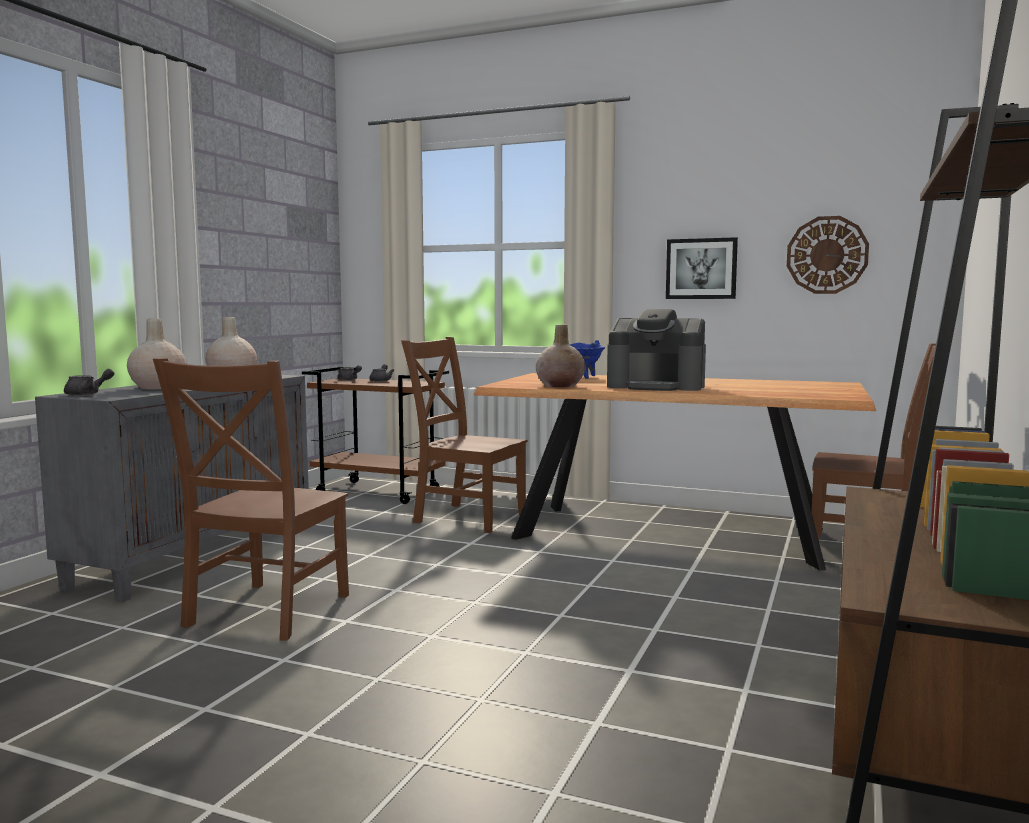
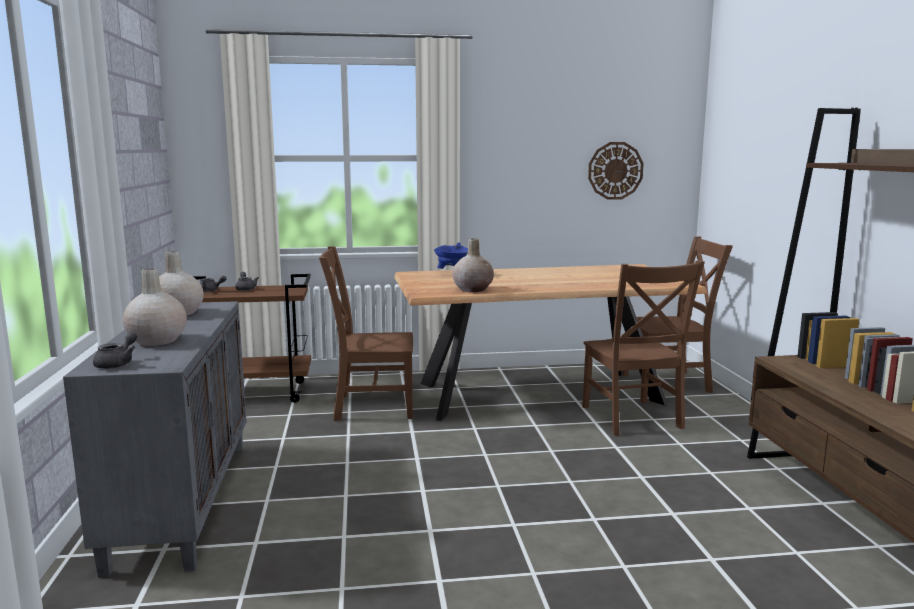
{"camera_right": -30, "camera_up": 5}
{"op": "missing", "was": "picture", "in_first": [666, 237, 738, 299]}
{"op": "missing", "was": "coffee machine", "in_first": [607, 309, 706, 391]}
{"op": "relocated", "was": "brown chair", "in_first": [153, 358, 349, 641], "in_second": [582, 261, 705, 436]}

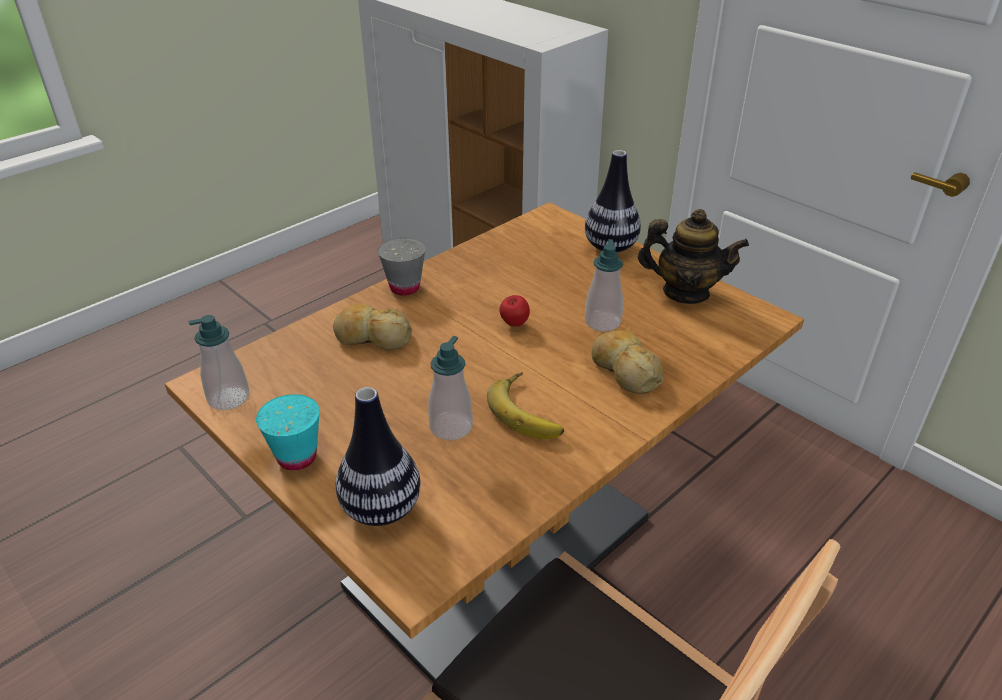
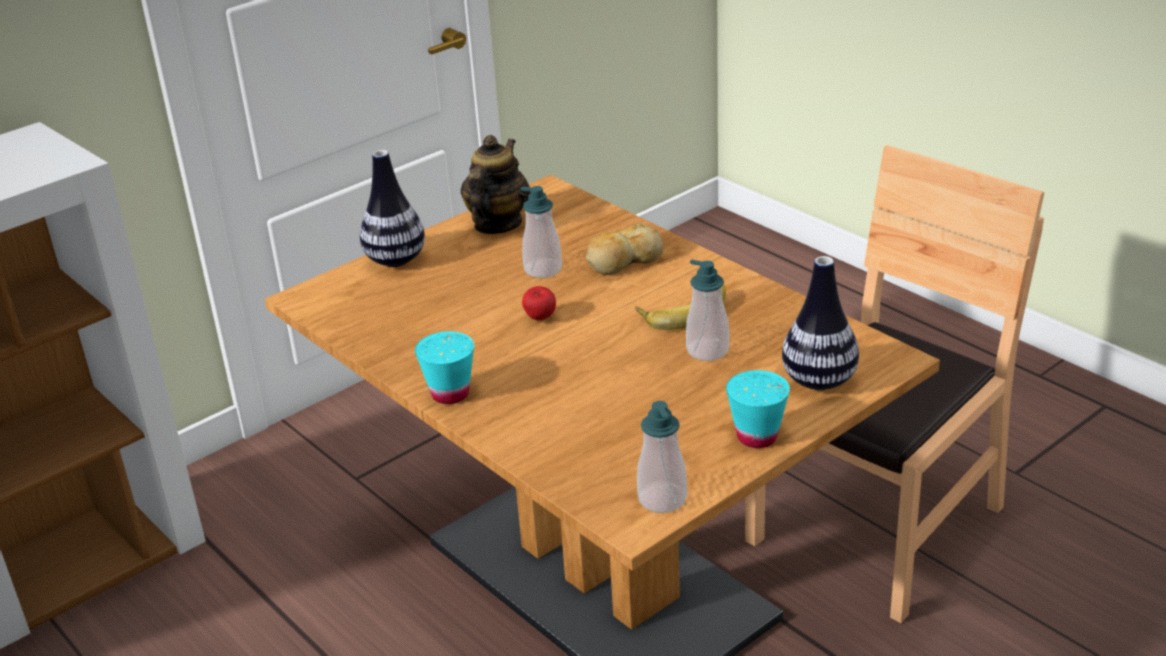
{"camera_right": -85, "camera_up": -5}
{"op": "colour", "was": "grey cup", "now": "turquoise cup", "in_first": [378, 238, 426, 296], "in_second": [415, 331, 474, 404]}
{"op": "missing", "was": "bread", "in_first": [333, 304, 413, 351]}

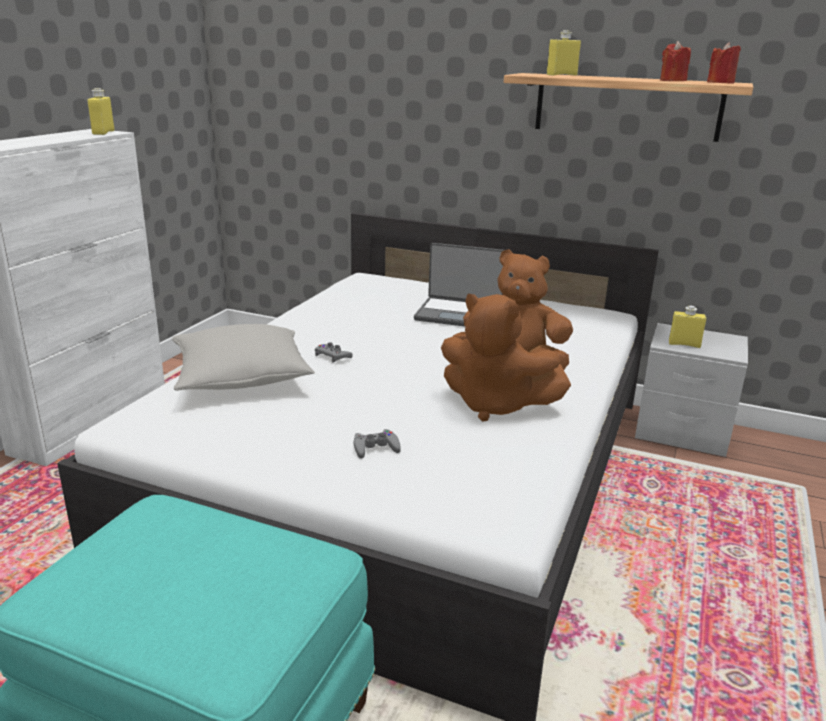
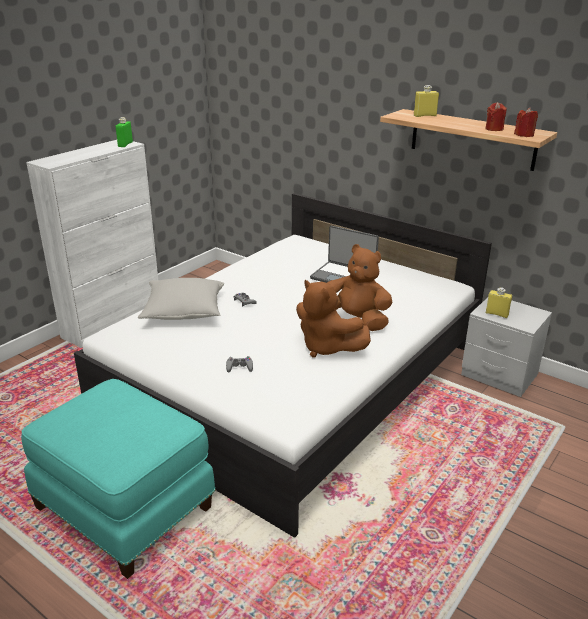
{"camera_right": 15, "camera_up": 5}
{"op": "colour", "was": "yellow bottle", "now": "green bottle", "in_first": [87, 88, 114, 135], "in_second": [116, 117, 133, 147]}

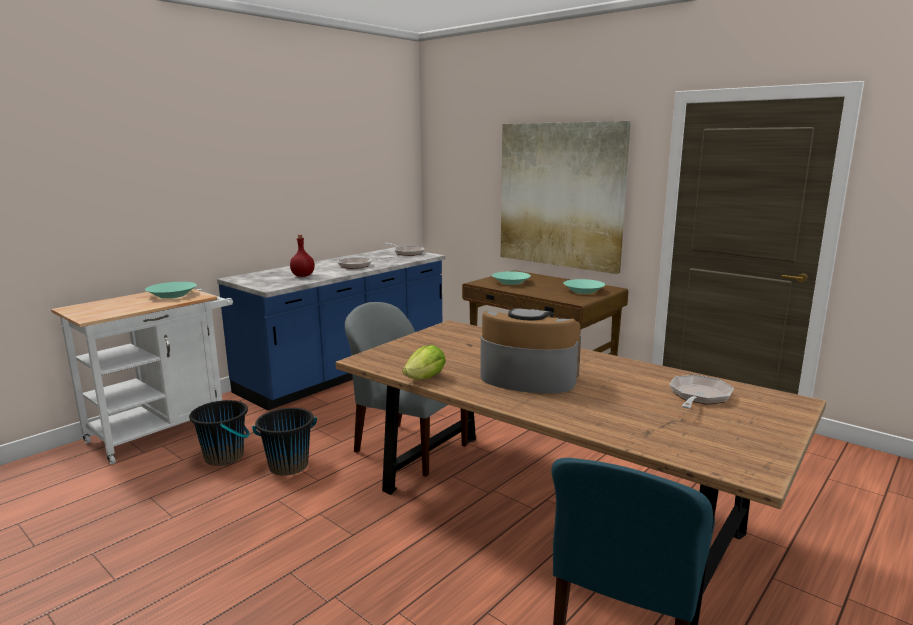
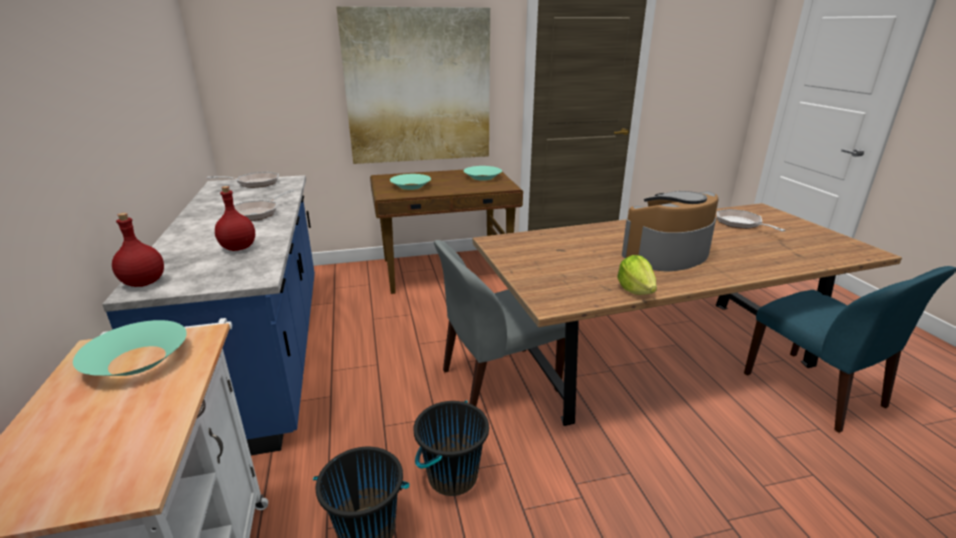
{"camera_right": -55, "camera_up": 10}
{"op": "appeared", "now": "red bottle", "in_second": [112, 213, 164, 287]}

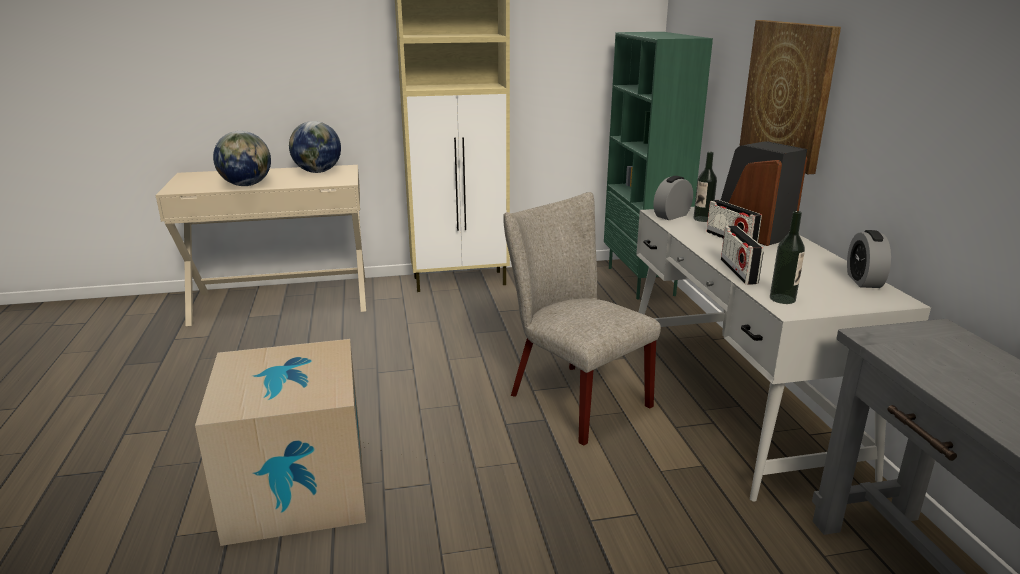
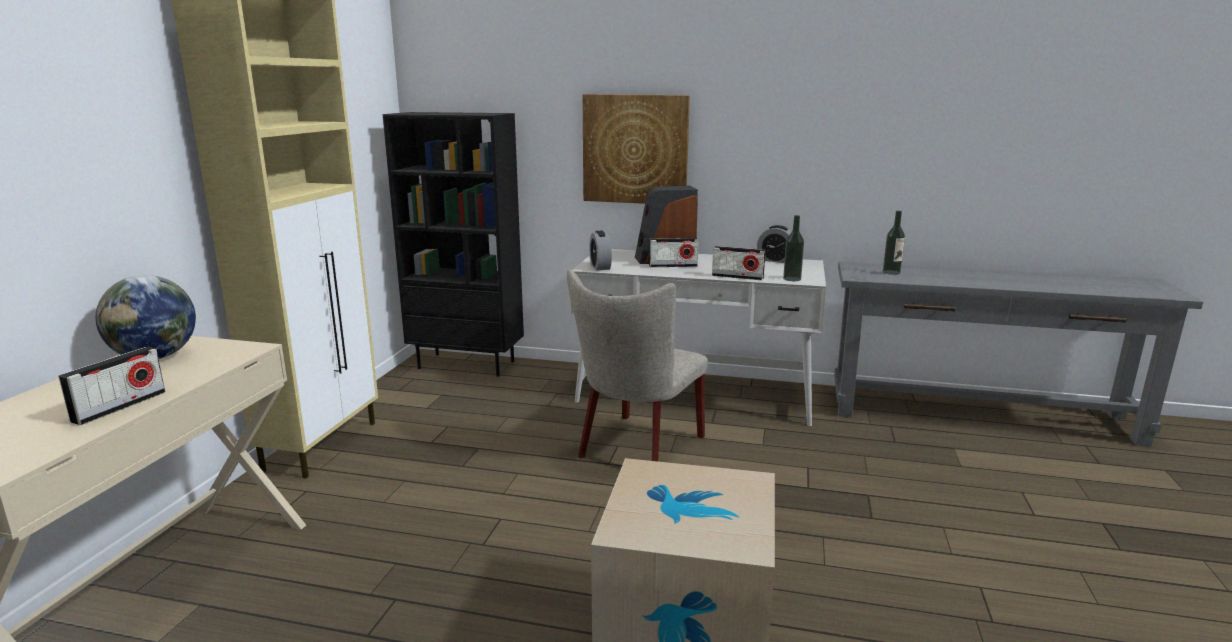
{"camera_right": -65, "camera_up": -5}
{"op": "colour", "was": "green bookcase", "now": "black bookcase", "in_first": [604, 32, 713, 299], "in_second": [383, 112, 524, 377]}
{"op": "exchanged", "was": "globe", "now": "radio", "in_first": [213, 131, 271, 186], "in_second": [58, 347, 165, 425]}
{"op": "relocated", "was": "bottle", "in_first": [694, 152, 717, 222], "in_second": [883, 211, 905, 275]}
{"op": "spun", "was": "beige chair", "in_first": [503, 192, 661, 446], "in_second": [567, 269, 708, 462], "clockwise": -45}

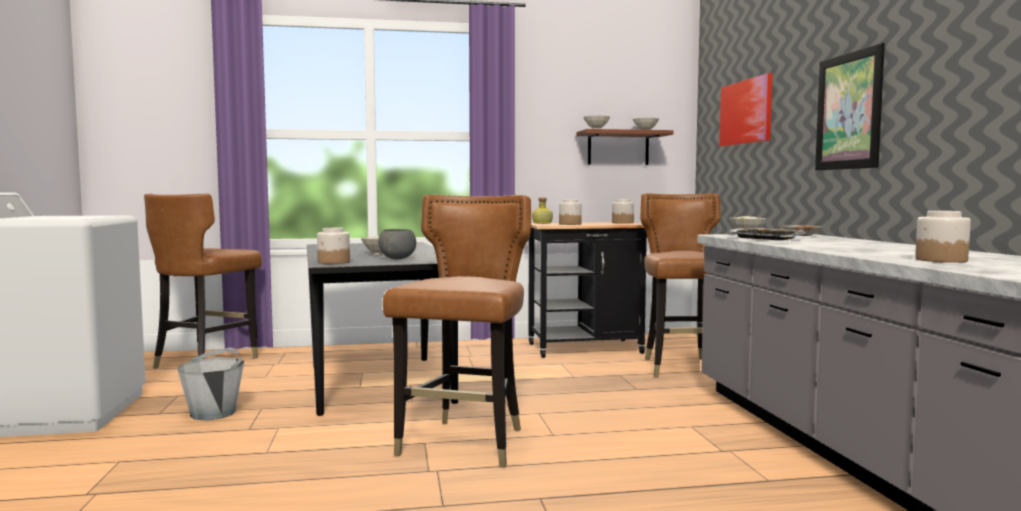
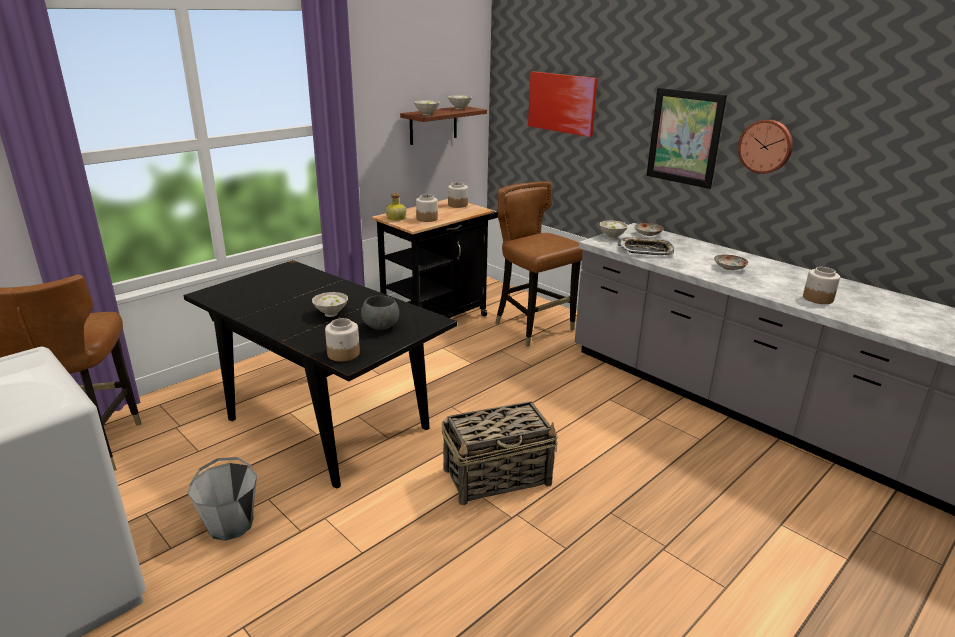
{"camera_right": -35, "camera_up": 20}
{"op": "exchanged", "was": "brown chair", "now": "basket", "in_first": [383, 195, 531, 468], "in_second": [442, 401, 558, 505]}
{"op": "appeared", "now": "wall clock", "in_second": [738, 119, 793, 174]}
{"op": "appeared", "now": "plate", "in_second": [714, 255, 748, 270]}

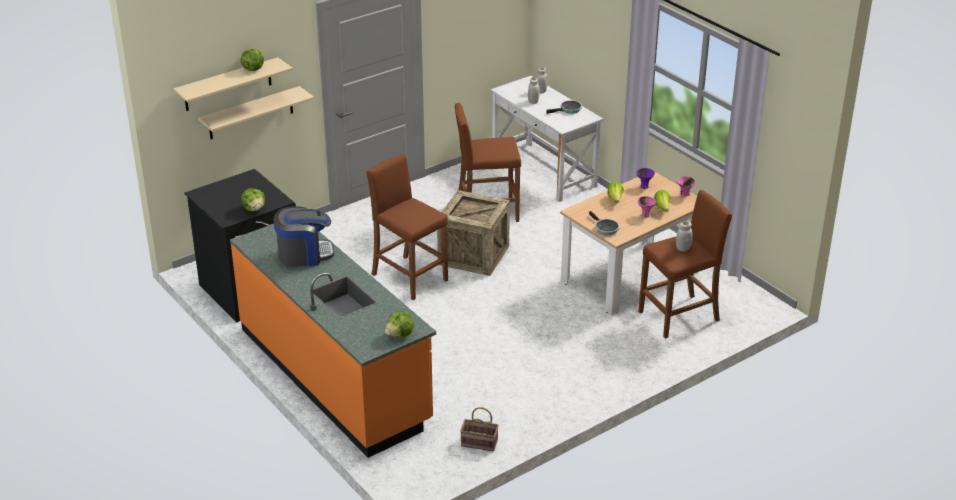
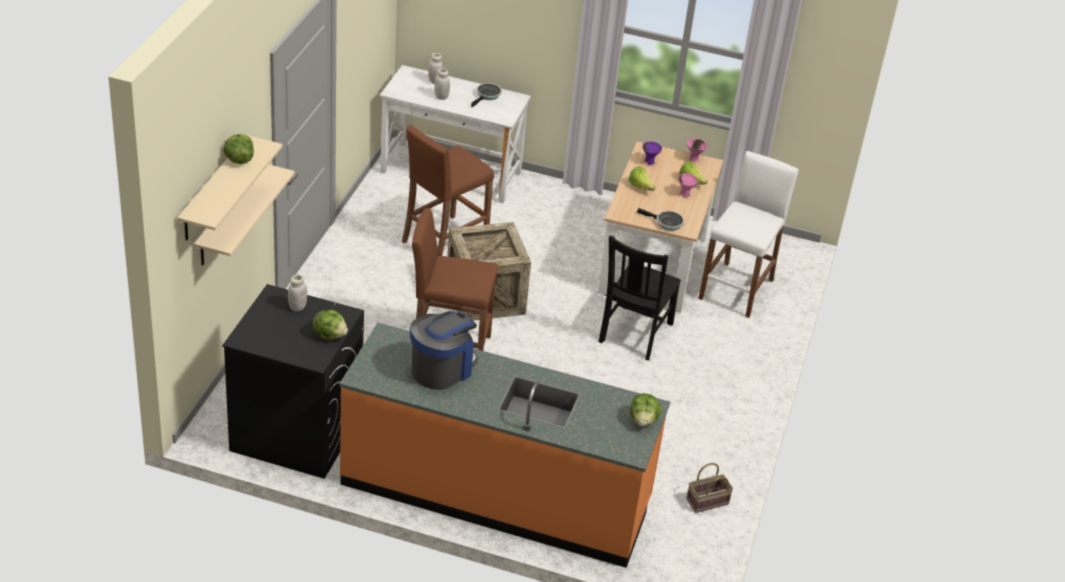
{"camera_right": -40, "camera_up": 5}
{"op": "colour", "was": "brown stool", "now": "white stool", "in_first": [638, 190, 732, 339], "in_second": [698, 151, 799, 318]}
{"op": "relocated", "was": "white jar", "in_first": [676, 221, 693, 251], "in_second": [288, 274, 307, 311]}
{"op": "appeared", "now": "black chair", "in_second": [598, 236, 681, 360]}

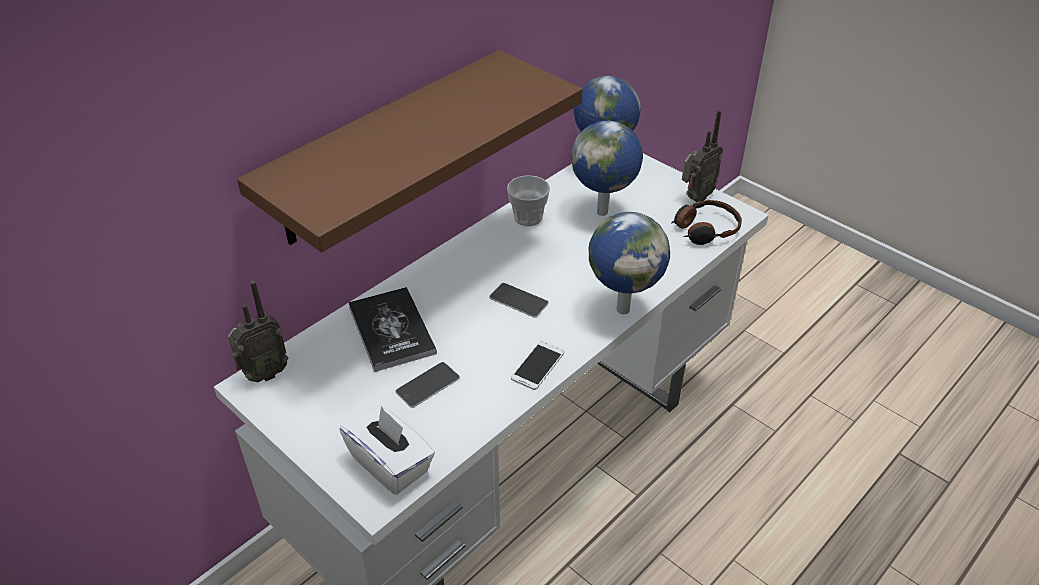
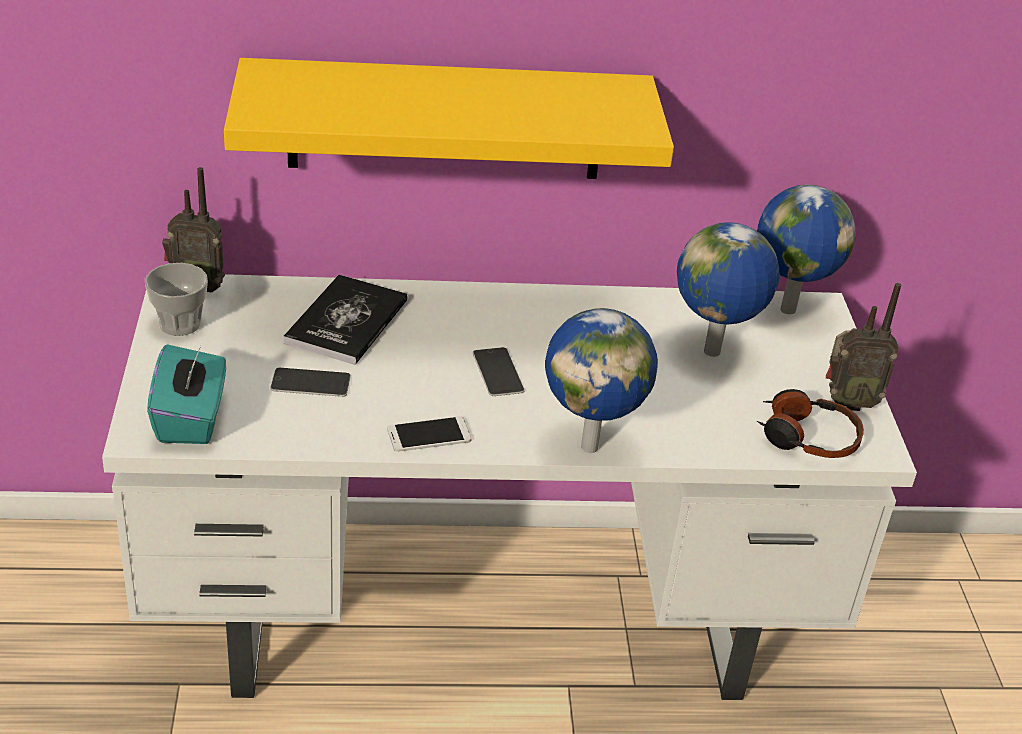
{"camera_right": 40, "camera_up": -5}
{"op": "colour", "was": "brown shelf", "now": "yellow shelf", "in_first": [237, 50, 583, 252], "in_second": [224, 58, 674, 179]}
{"op": "relocated", "was": "cup", "in_first": [507, 175, 550, 226], "in_second": [145, 263, 208, 336]}
{"op": "colour", "was": "white tissue box", "now": "turquoise tissue box", "in_first": [339, 406, 435, 495], "in_second": [147, 344, 226, 444]}

